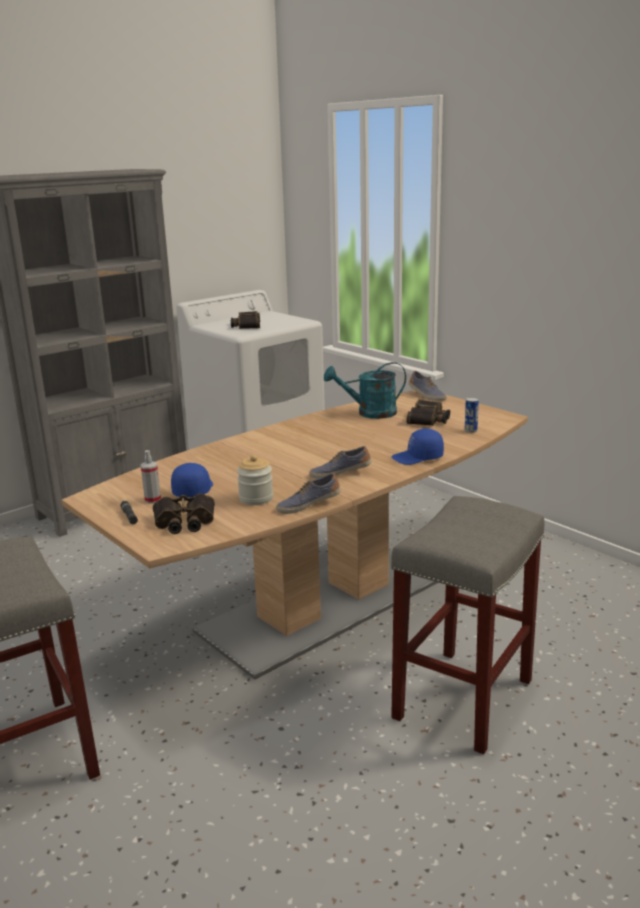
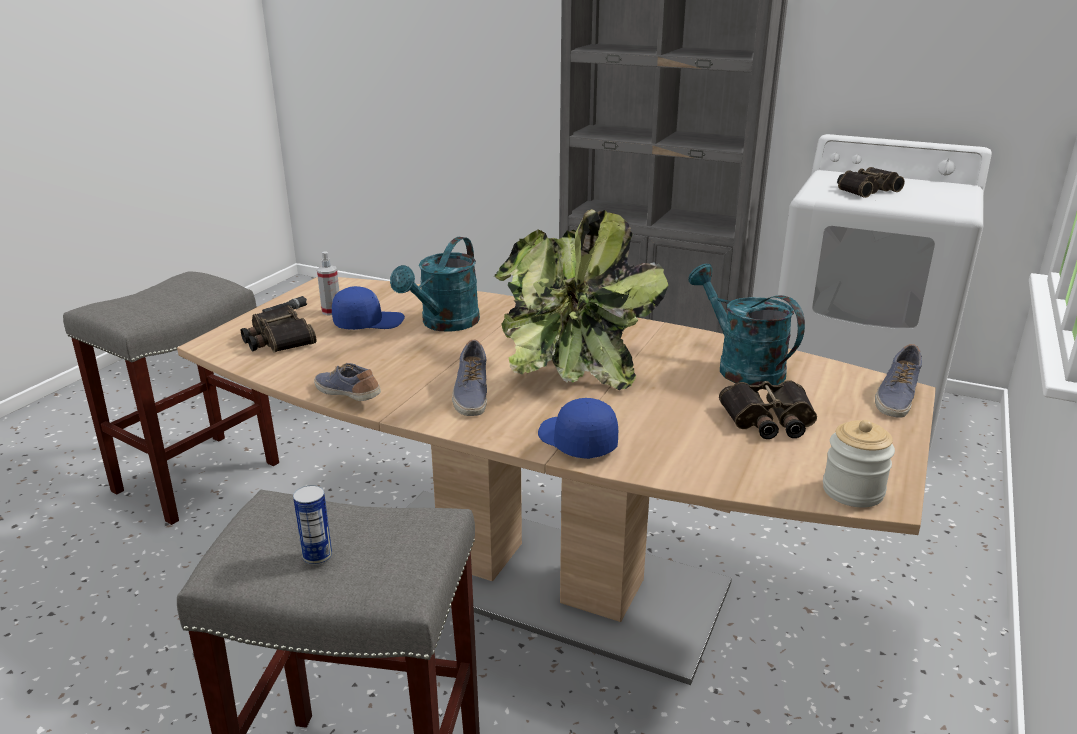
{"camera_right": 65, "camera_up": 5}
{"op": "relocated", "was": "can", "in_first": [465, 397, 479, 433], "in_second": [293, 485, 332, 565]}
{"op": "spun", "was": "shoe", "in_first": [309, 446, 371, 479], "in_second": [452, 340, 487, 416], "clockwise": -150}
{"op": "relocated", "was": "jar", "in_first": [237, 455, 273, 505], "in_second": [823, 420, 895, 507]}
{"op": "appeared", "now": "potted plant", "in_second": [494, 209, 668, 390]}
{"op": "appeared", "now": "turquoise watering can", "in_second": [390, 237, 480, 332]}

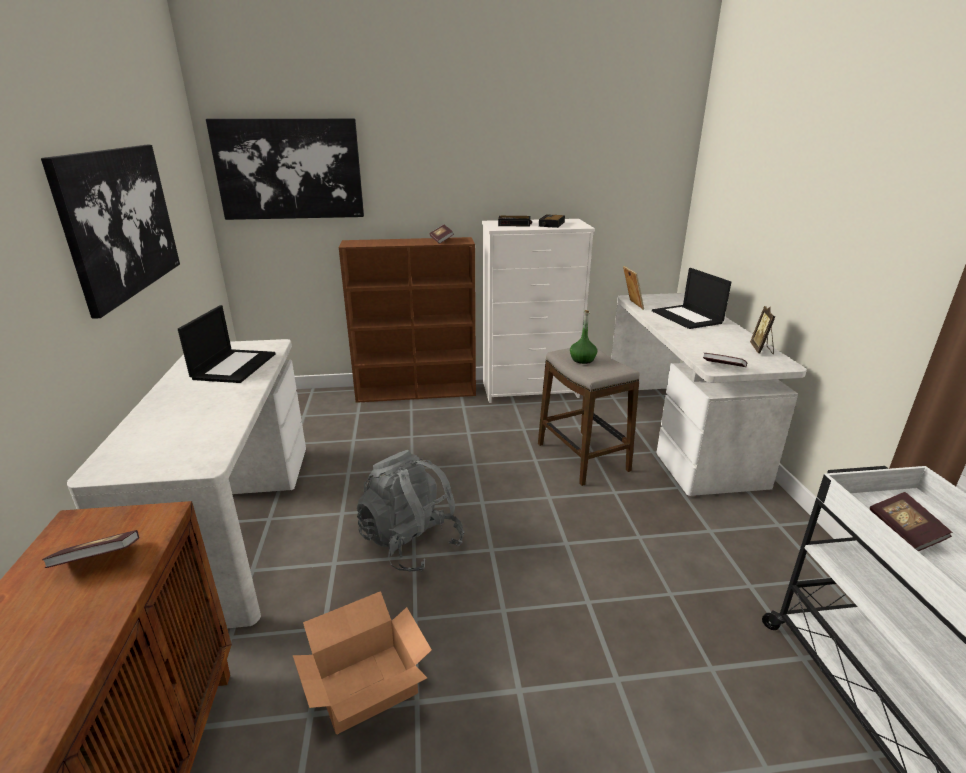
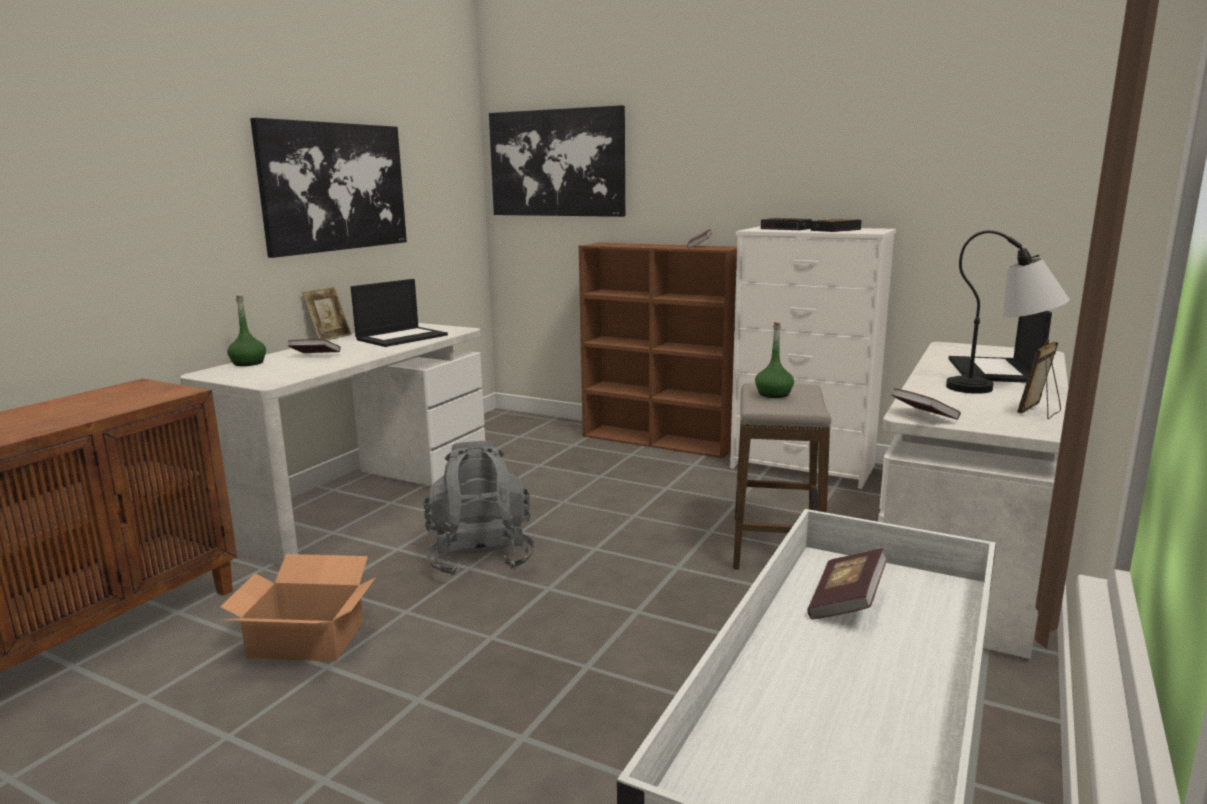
{"camera_right": 35, "camera_up": -10}
{"op": "relocated", "was": "picture frame", "in_first": [623, 266, 644, 310], "in_second": [302, 287, 352, 341]}
{"op": "relocated", "was": "book", "in_first": [42, 530, 139, 568], "in_second": [287, 339, 341, 353]}
{"op": "appeared", "now": "table lamp", "in_second": [946, 230, 1070, 394]}
{"op": "appeared", "now": "green bottle", "in_second": [227, 295, 266, 366]}

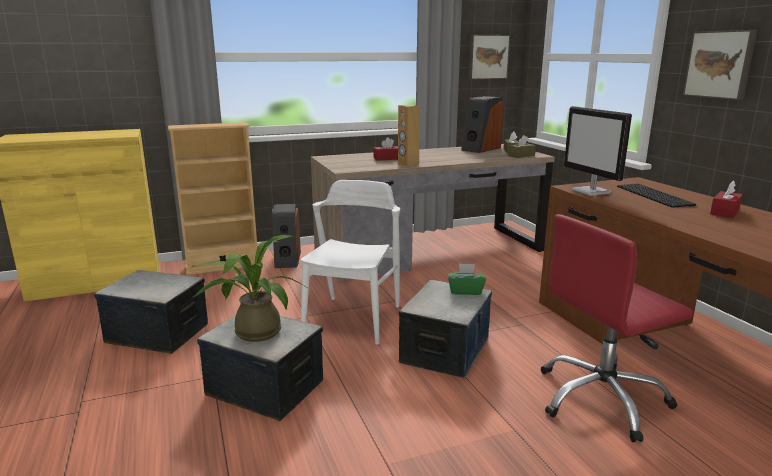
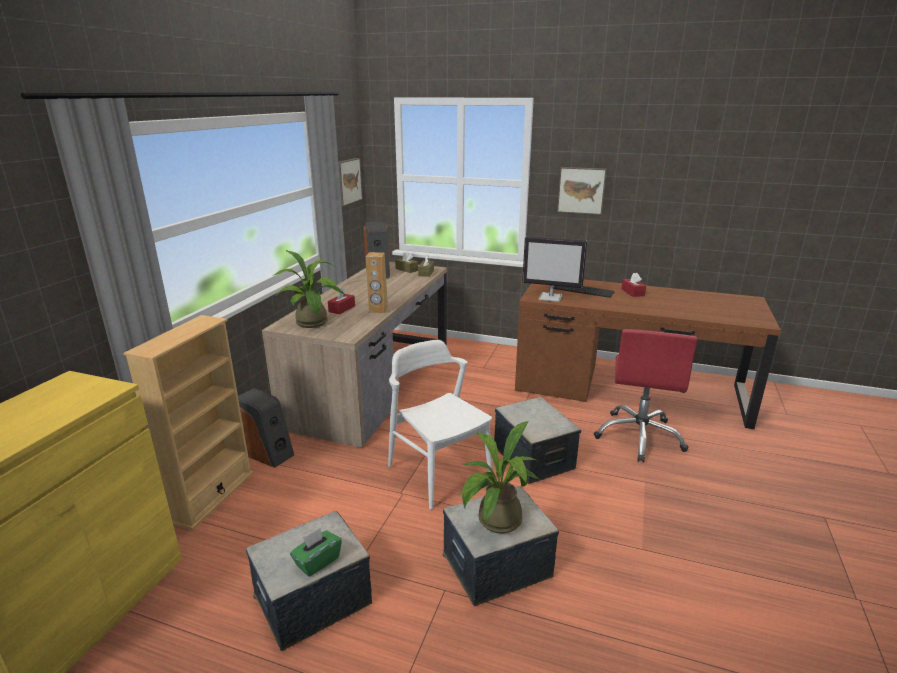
{"camera_right": -50, "camera_up": 5}
{"op": "relocated", "was": "green tissue box", "in_first": [448, 263, 486, 295], "in_second": [290, 528, 342, 577]}
{"op": "appeared", "now": "potted plant", "in_second": [274, 250, 347, 328]}

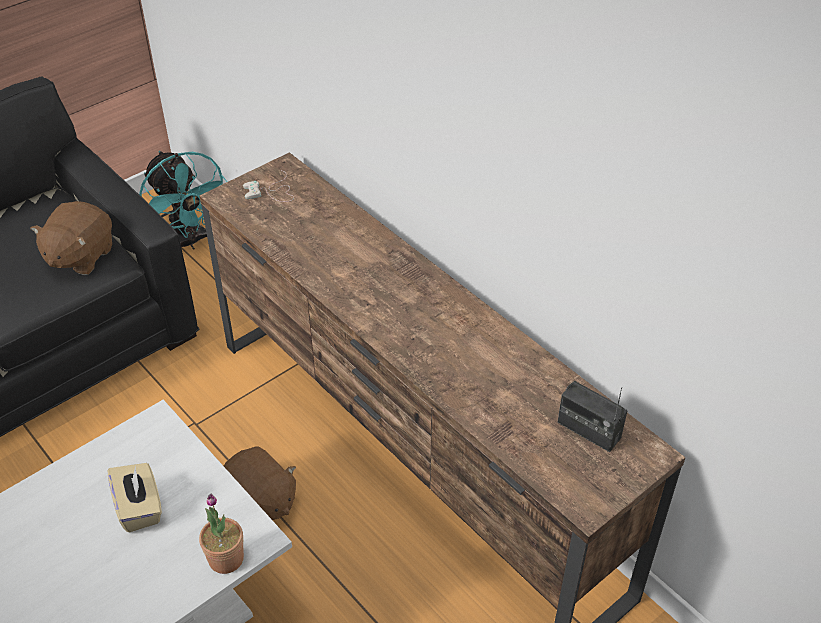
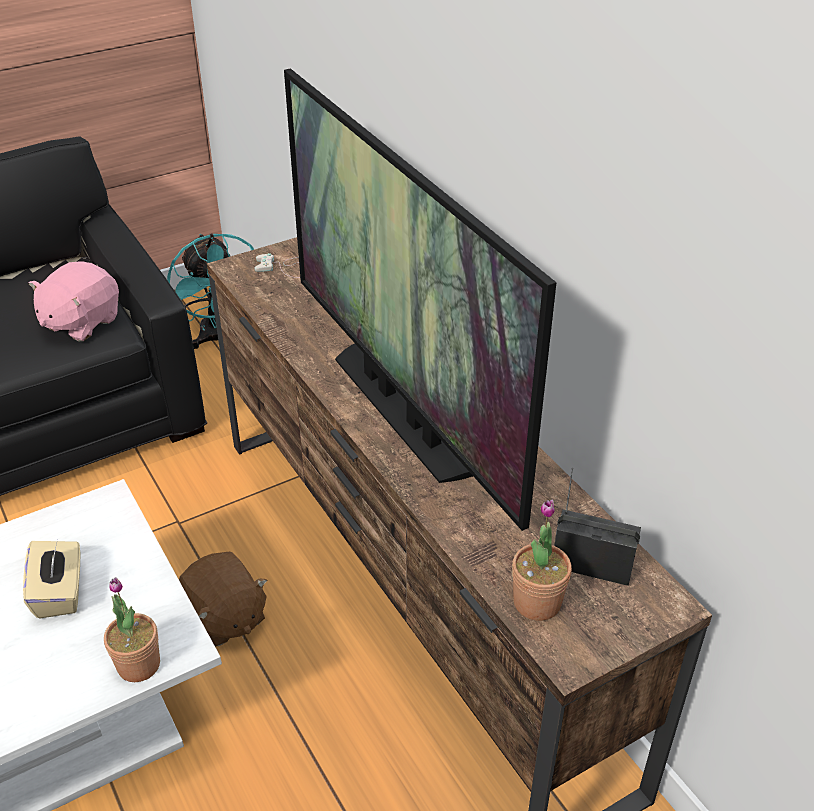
{"camera_right": 10, "camera_up": -5}
{"op": "colour", "was": "brown plush toy", "now": "pink plush toy", "in_first": [30, 201, 112, 275], "in_second": [28, 262, 119, 341]}
{"op": "spun", "was": "radio", "in_first": [558, 381, 628, 452], "in_second": [554, 468, 641, 586], "clockwise": 150}
{"op": "appeared", "now": "television", "in_second": [284, 69, 556, 531]}
{"op": "appeared", "now": "potted plant", "in_second": [512, 500, 572, 621]}

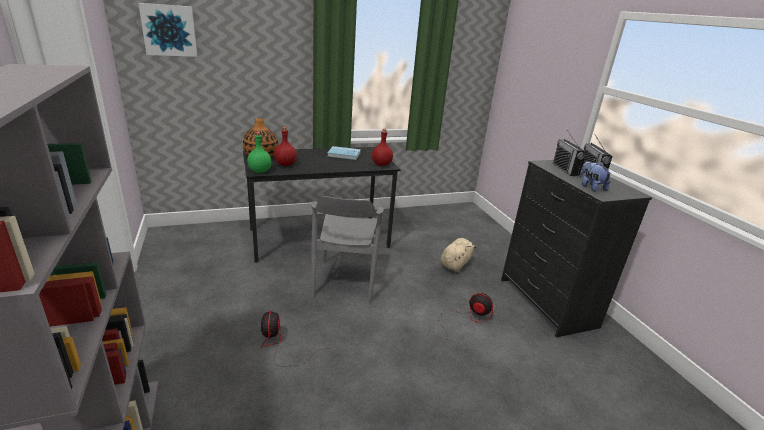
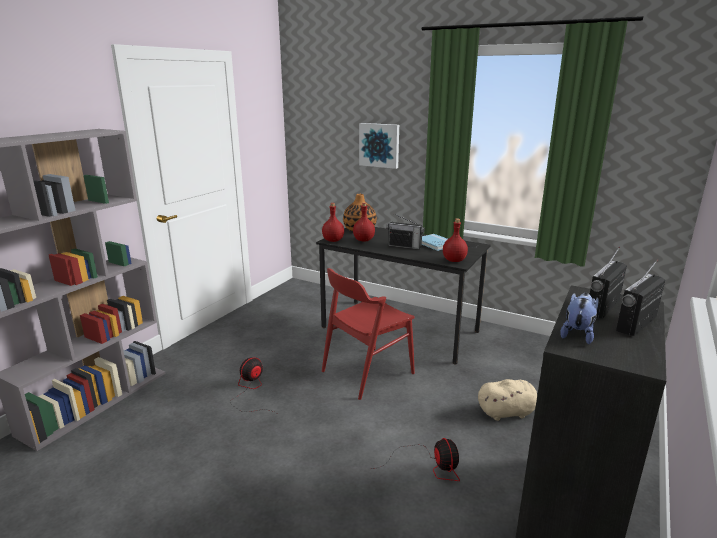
{"camera_right": 50, "camera_up": -5}
{"op": "relocated", "was": "picture", "in_first": [138, 3, 197, 57], "in_second": [359, 123, 399, 169]}
{"op": "colour", "was": "green bottle", "now": "red bottle", "in_first": [247, 132, 271, 173], "in_second": [322, 203, 344, 242]}
{"op": "colour", "was": "grey chair", "now": "red chair", "in_first": [311, 196, 384, 303], "in_second": [322, 268, 415, 400]}
{"op": "appeared", "now": "radio", "in_second": [386, 213, 425, 250]}

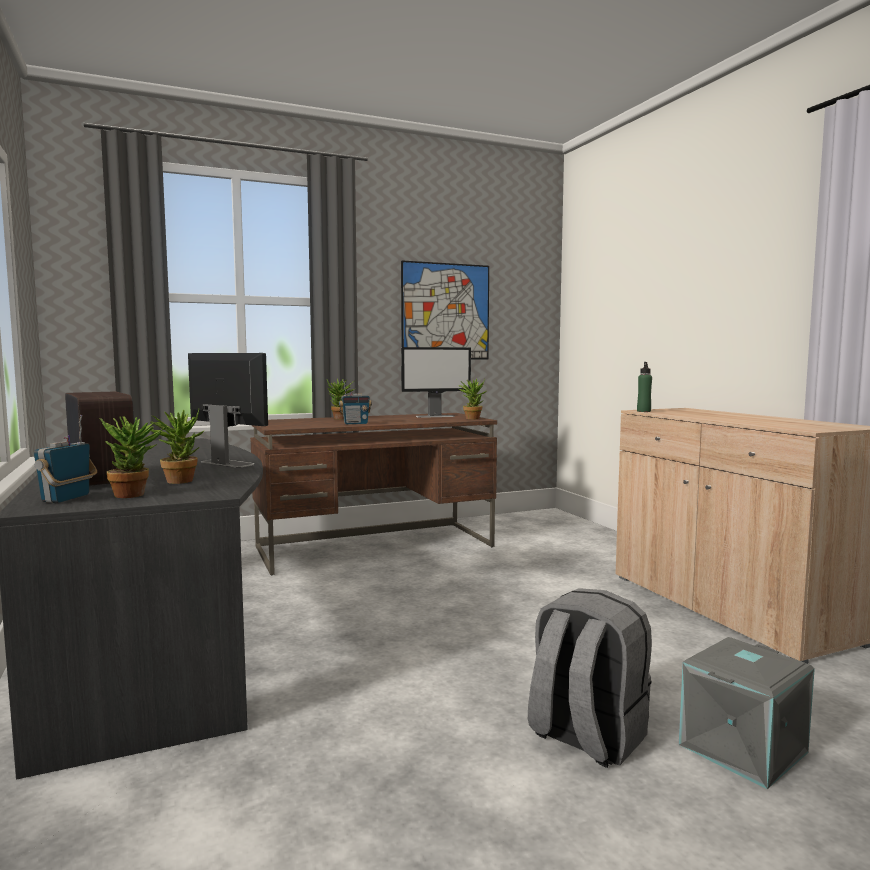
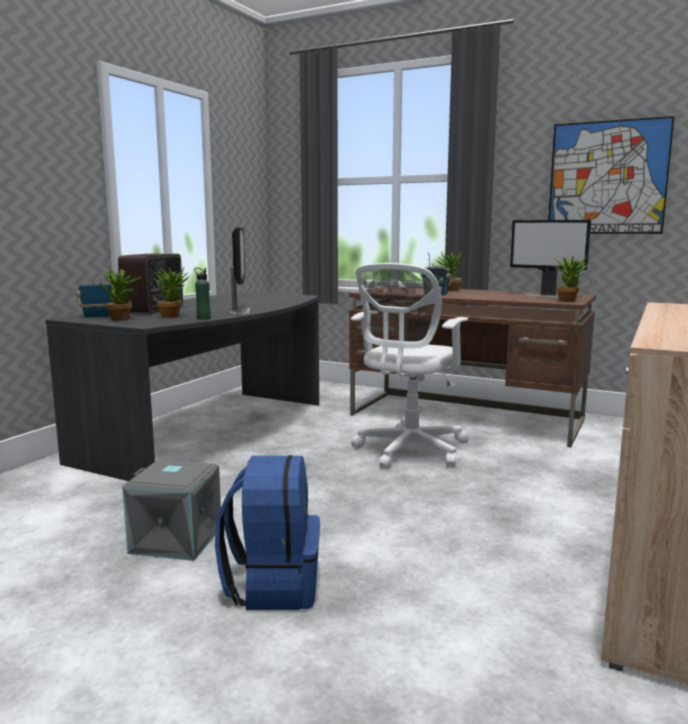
{"camera_right": 50, "camera_up": 5}
{"op": "relocated", "was": "green bottle", "in_first": [637, 362, 652, 412], "in_second": [194, 268, 211, 320]}
{"op": "colour", "was": "grey backpack", "now": "blue backpack", "in_first": [528, 588, 652, 768], "in_second": [215, 455, 320, 610]}
{"op": "relocated", "was": "grey storage box", "in_first": [679, 637, 815, 789], "in_second": [122, 460, 221, 561]}
{"op": "appeared", "now": "white office chair", "in_second": [351, 263, 469, 469]}

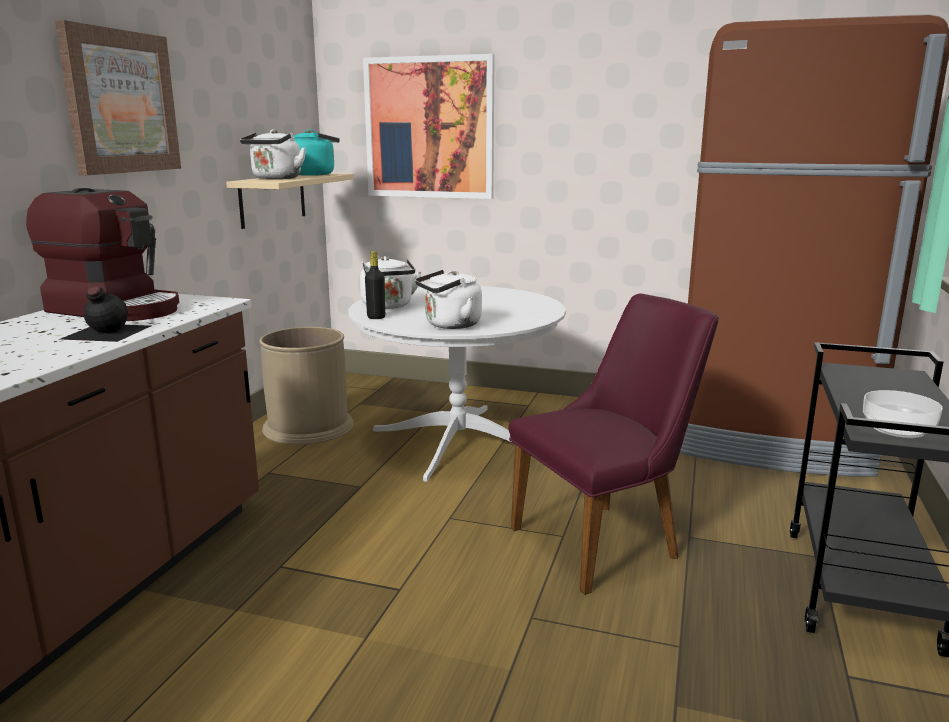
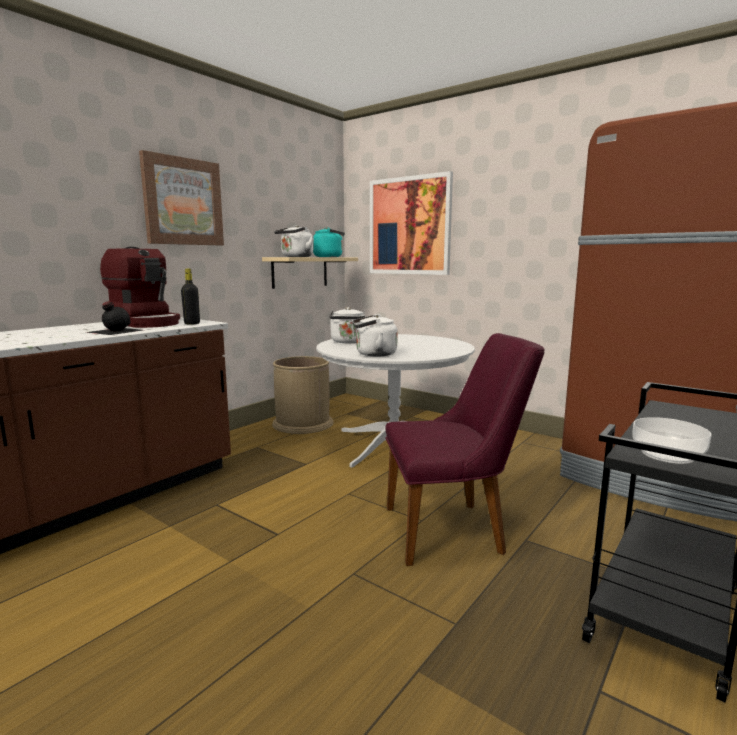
{"camera_right": 20, "camera_up": -5}
{"op": "relocated", "was": "black bottle", "in_first": [365, 251, 385, 319], "in_second": [181, 269, 200, 325]}

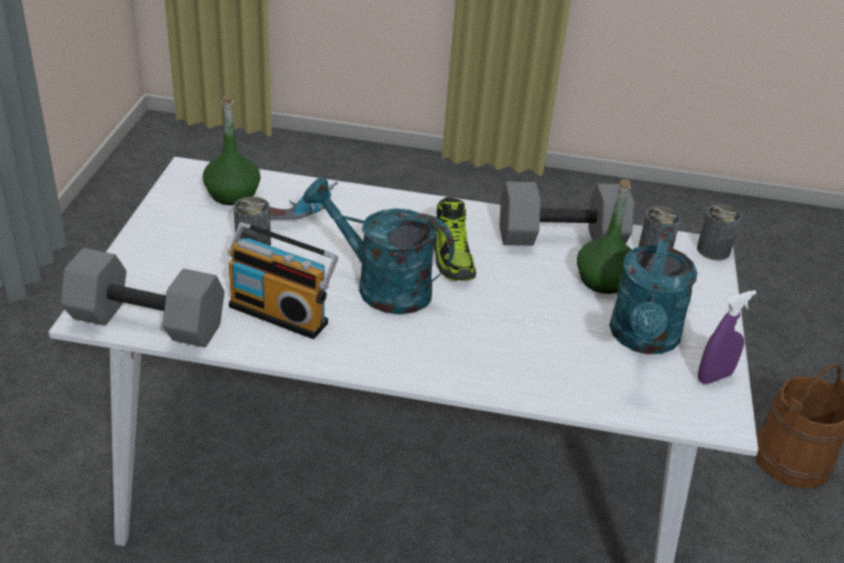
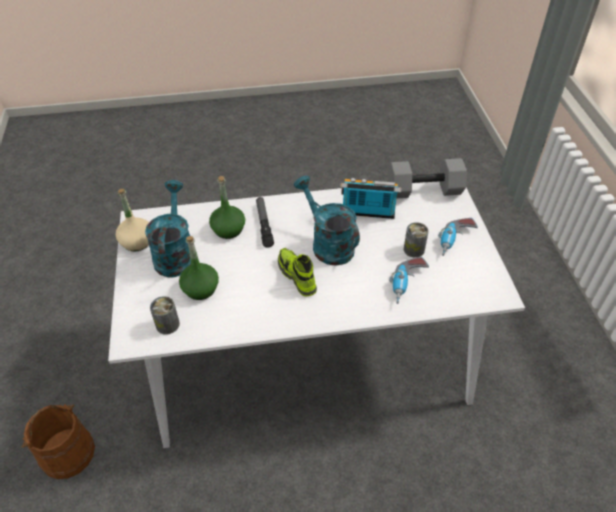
{"camera_right": 165, "camera_up": 10}
{"op": "relocated", "was": "green bottle", "in_first": [203, 96, 261, 205], "in_second": [209, 176, 245, 239]}
{"op": "spun", "was": "turquoise watering can", "in_first": [303, 177, 455, 314], "in_second": [294, 176, 360, 266], "clockwise": -135}
{"op": "missing", "was": "grey dumbbell", "in_first": [500, 181, 634, 246]}
{"op": "missing", "was": "can", "in_first": [697, 204, 741, 260]}
{"op": "exchanged", "was": "purple spray bottle", "now": "beige bottle", "in_first": [698, 290, 756, 384], "in_second": [116, 189, 149, 252]}
{"op": "appeared", "now": "flashlight", "in_second": [256, 197, 274, 247]}
{"op": "appeared", "now": "power drill", "in_second": [438, 218, 478, 256]}

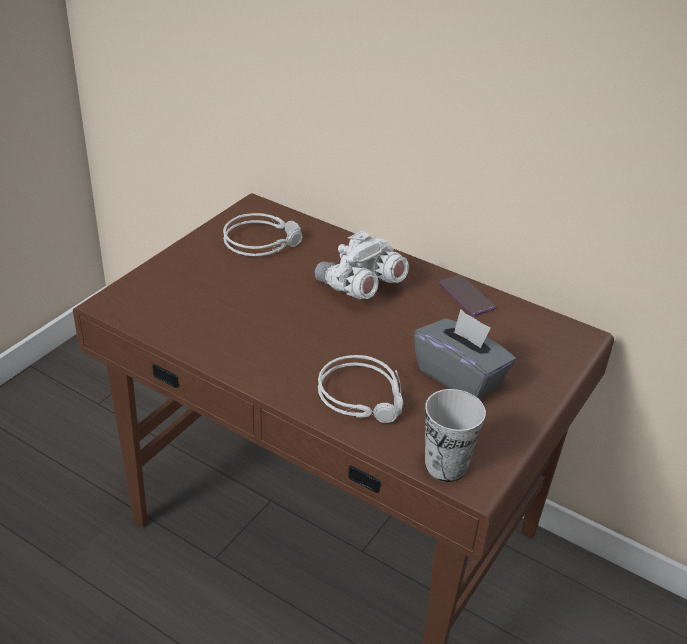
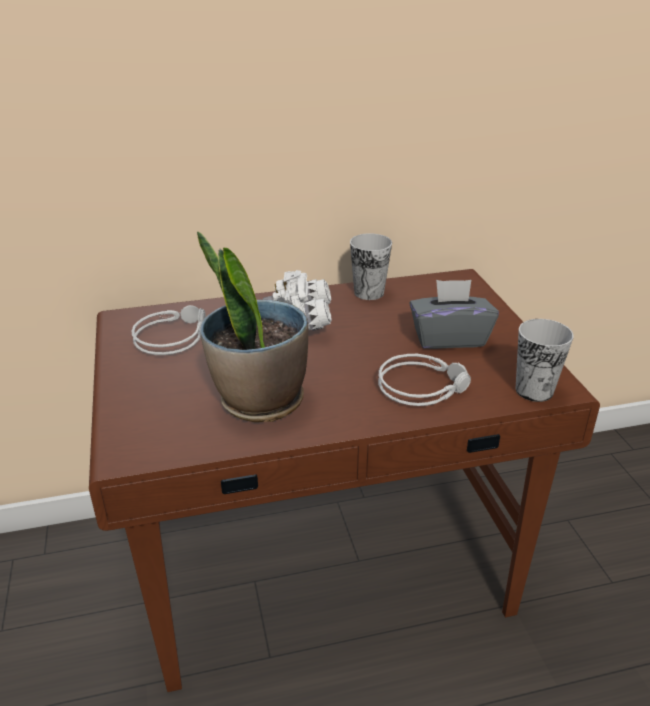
{"camera_right": -45, "camera_up": -5}
{"op": "exchanged", "was": "phone", "now": "cup", "in_first": [439, 275, 496, 316], "in_second": [350, 233, 392, 300]}
{"op": "appeared", "now": "potted plant", "in_second": [197, 231, 308, 423]}

